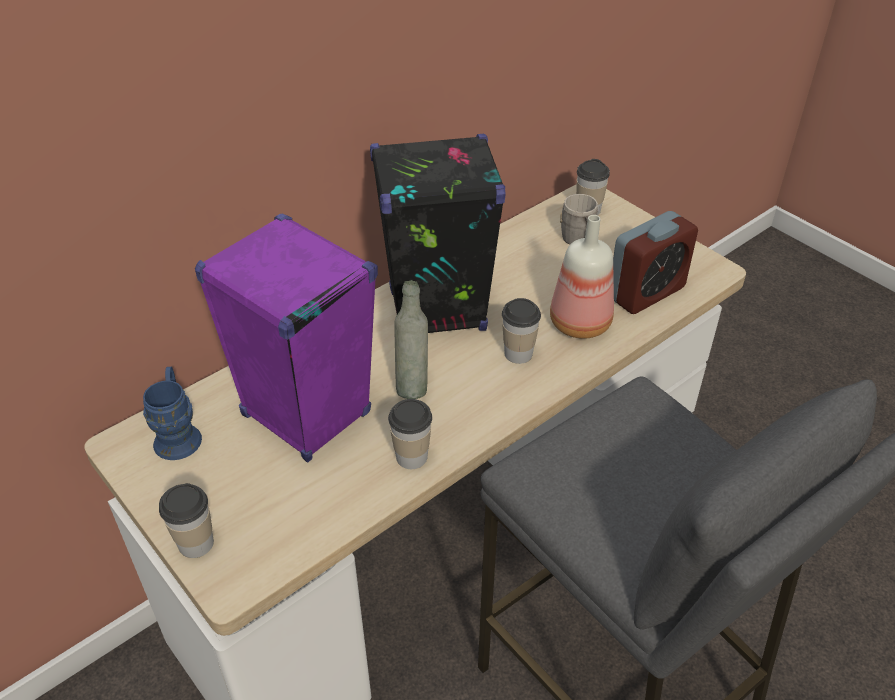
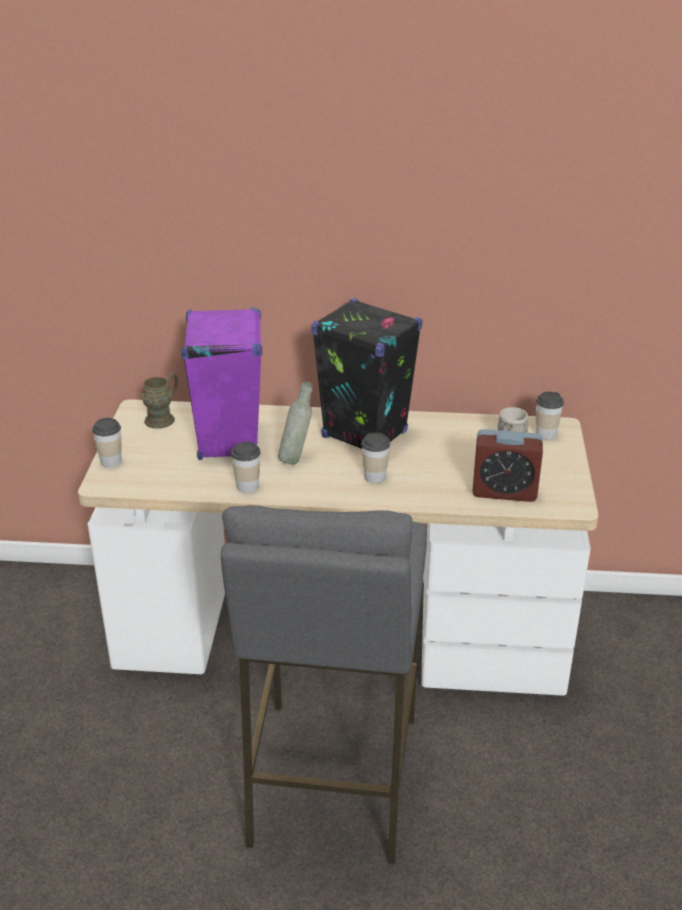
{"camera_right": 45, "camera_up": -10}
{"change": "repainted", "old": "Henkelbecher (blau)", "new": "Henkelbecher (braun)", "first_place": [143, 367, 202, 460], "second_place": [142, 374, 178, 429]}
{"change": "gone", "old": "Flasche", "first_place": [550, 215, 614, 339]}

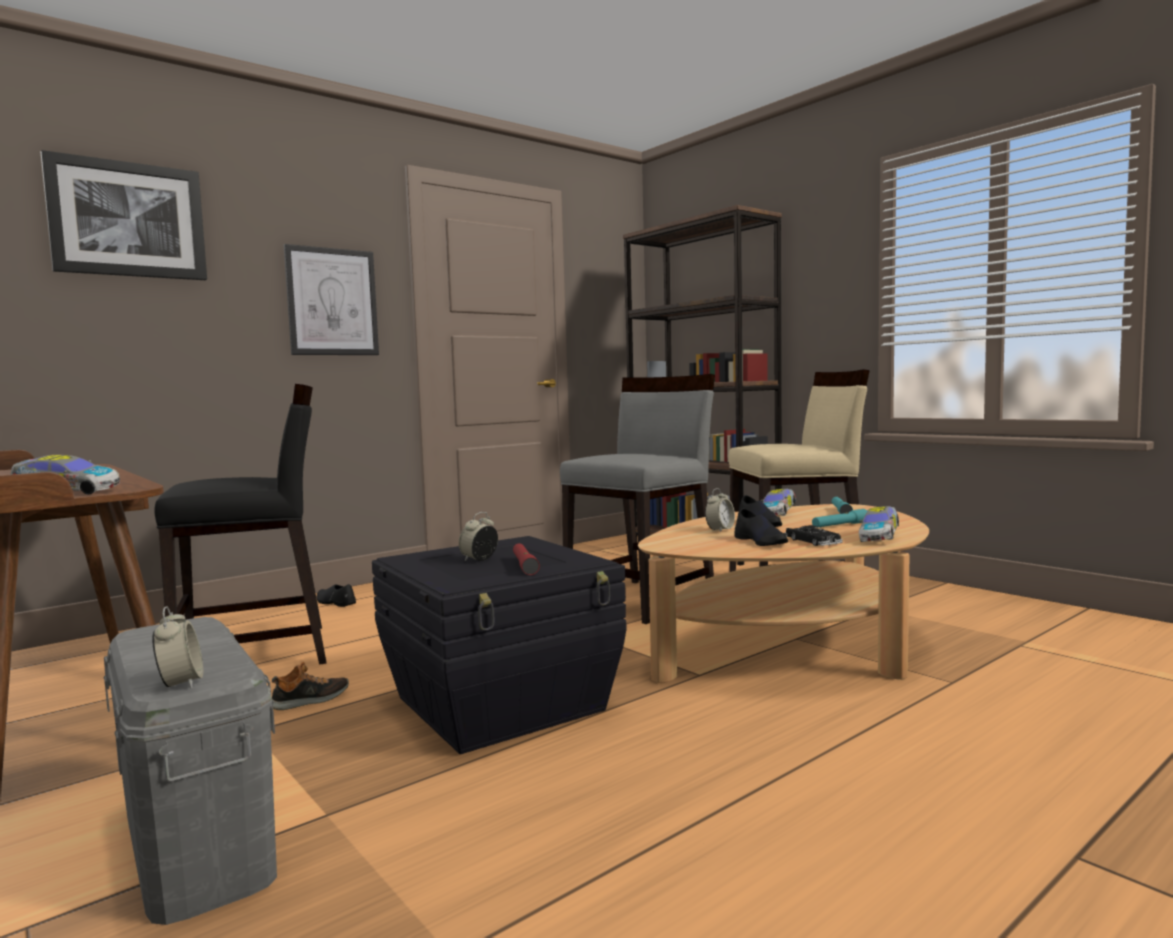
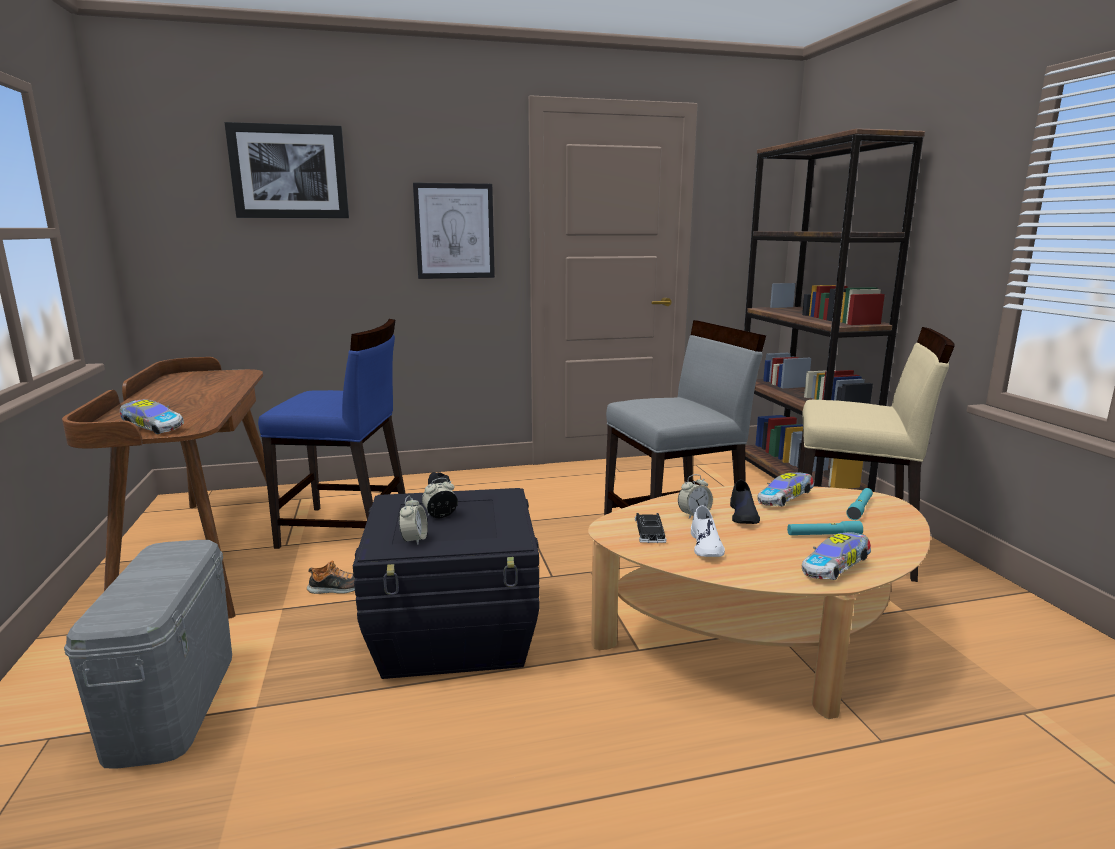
{"camera_right": 25, "camera_up": 10}
{"change": "shifted", "old": "Wecker", "first_place": [152, 606, 203, 689], "second_place": [399, 495, 428, 545]}
{"change": "repainted", "old": "Stuhl (schwarz)", "new": "Stuhl (blau)", "first_place": [154, 384, 327, 665], "second_place": [258, 319, 406, 549]}
{"change": "gone", "old": "Taschenlampe (rot)", "first_place": [513, 543, 540, 575]}
{"change": "repainted", "old": "Schuh (schwarz)", "new": "Schuh (weiß)", "first_place": [734, 508, 788, 546], "second_place": [691, 505, 725, 557]}
{"change": "shifted", "old": "Spielzeugauto (schwarz)", "first_place": [785, 525, 843, 546], "second_place": [635, 513, 667, 543]}

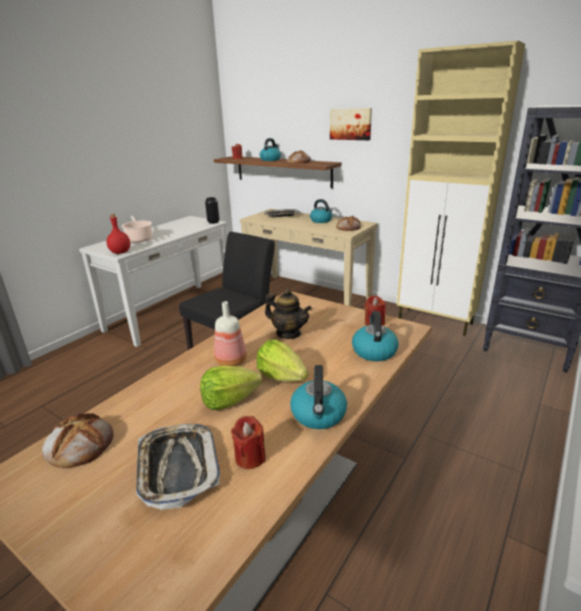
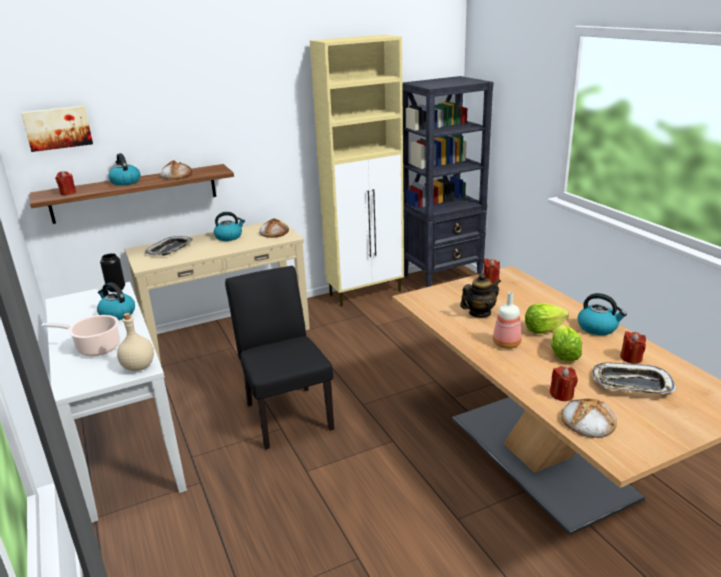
{"camera_right": -60, "camera_up": 0}
{"change": "repainted", "old": "Flasche (rot)", "new": "Flasche (beige)", "first_place": [106, 214, 130, 254], "second_place": [117, 313, 154, 371]}
{"change": "shifted", "old": "Bild", "first_place": [330, 108, 372, 140], "second_place": [21, 106, 93, 152]}
{"change": "shifted", "old": "Wasserkessel", "first_place": [352, 311, 398, 361], "second_place": [97, 282, 135, 320]}
{"change": "new", "new": "Kerze (rot)", "second_place": [550, 366, 578, 401]}

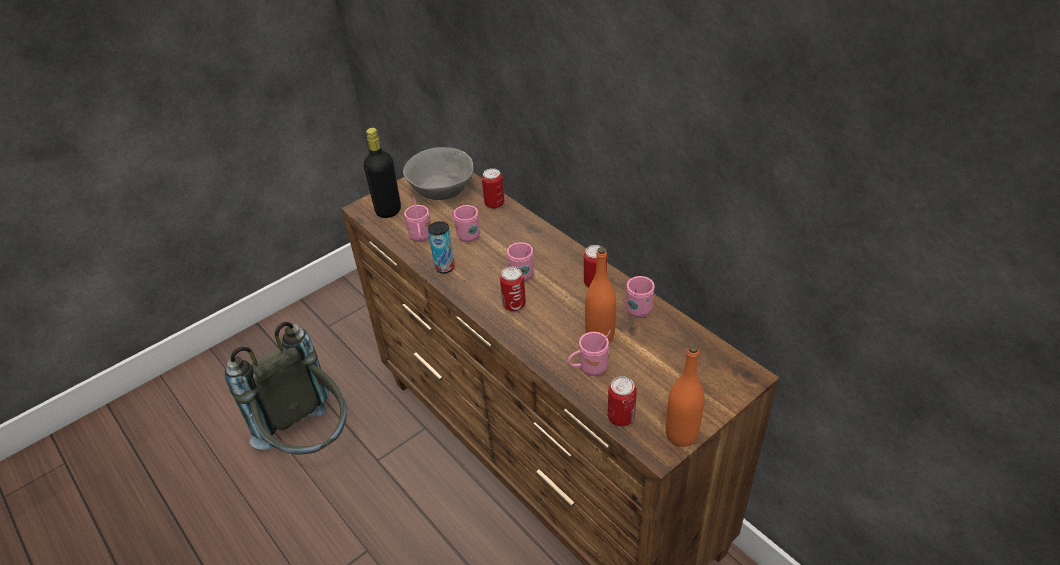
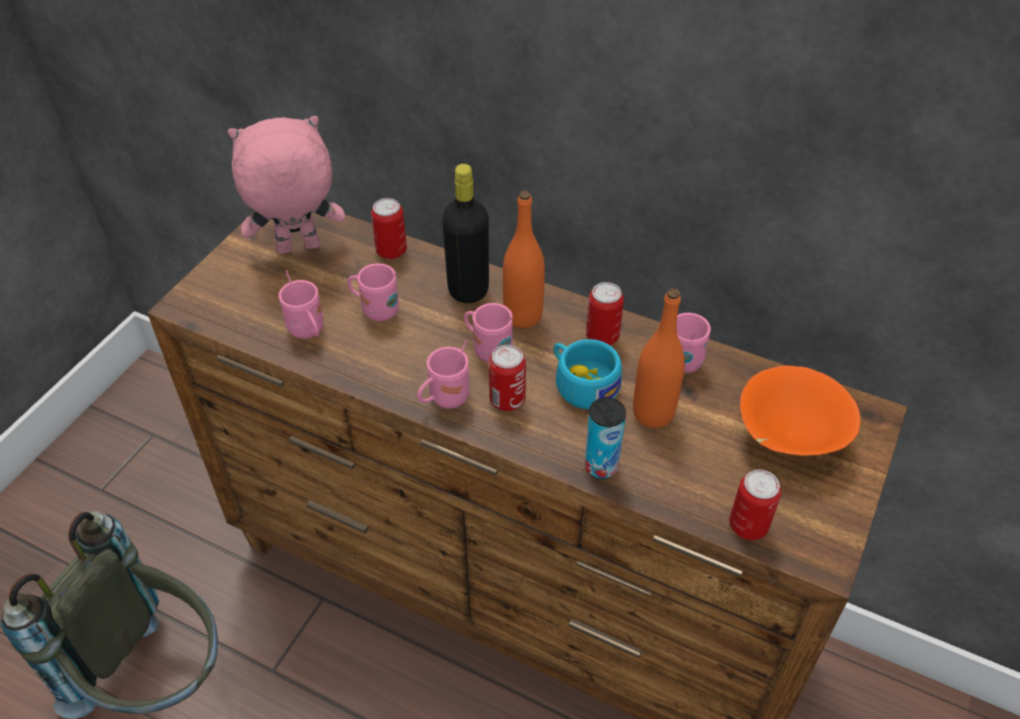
{"camera_right": -25, "camera_up": 5}
{"change": "shifted", "old": "Flasche (schwarz)", "first_place": [364, 128, 401, 218], "second_place": [442, 164, 489, 303]}
{"change": "swapped", "old": "Schüssel (grau)", "new": "Plüschtier (rosa)", "first_place": [403, 147, 473, 200], "second_place": [228, 116, 345, 254]}
{"change": "shifted", "old": "Dose", "first_place": [428, 221, 455, 273], "second_place": [584, 398, 626, 479]}
{"change": "shifted", "old": "Henkelbecher (rosa)", "first_place": [568, 330, 611, 376], "second_place": [417, 340, 470, 408]}
{"change": "shifted", "old": "Flasche (orange)", "first_place": [666, 345, 704, 447], "second_place": [503, 191, 545, 328]}
{"change": "new", "new": "Tasse (türkis)", "second_place": [554, 339, 622, 409]}
{"change": "new", "new": "Schüssel (orange)", "second_place": [740, 366, 860, 456]}

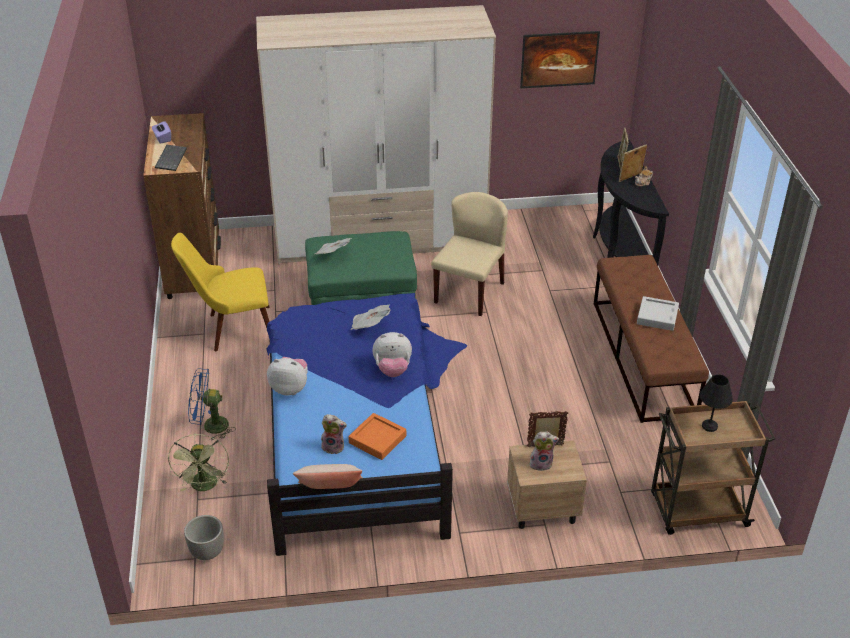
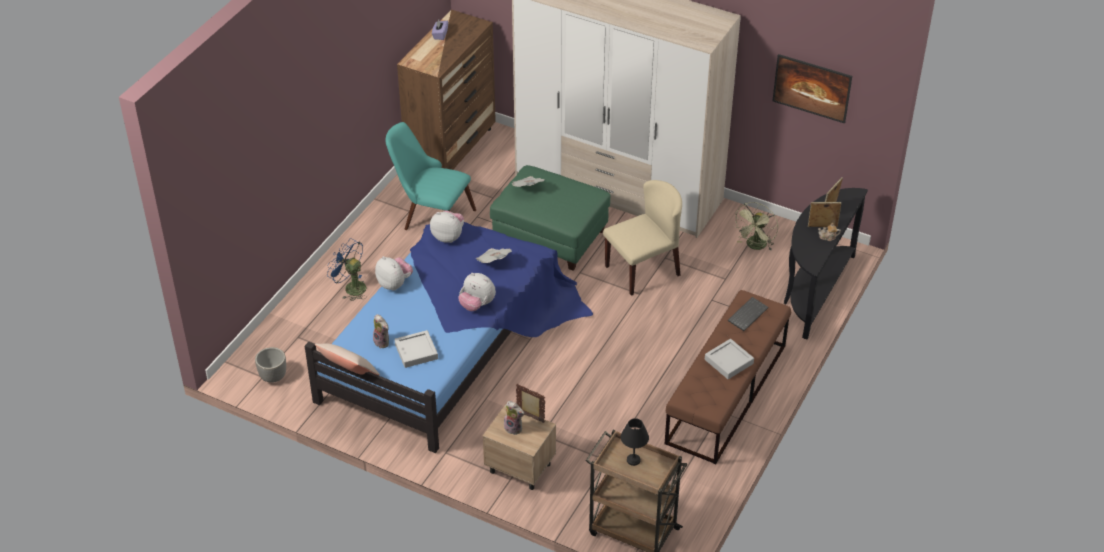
{"camera_right": 35, "camera_up": 5}
{"change": "shifted", "old": "Tastatur", "first_place": [155, 145, 187, 171], "second_place": [728, 297, 768, 331]}
{"change": "shifted", "old": "Ventilator (grün)", "first_place": [168, 434, 229, 491], "second_place": [733, 202, 778, 251]}
{"change": "repainted", "old": "Stuhl (gelb)", "new": "Stuhl (türkis)", "first_place": [171, 233, 270, 351], "second_place": [385, 122, 476, 230]}
{"change": "repainted", "old": "Tablett (orange)", "new": "Tablett (grau)", "first_place": [348, 413, 406, 460], "second_place": [394, 330, 438, 368]}
{"change": "new", "new": "Plüschtier", "second_place": [430, 210, 464, 243]}

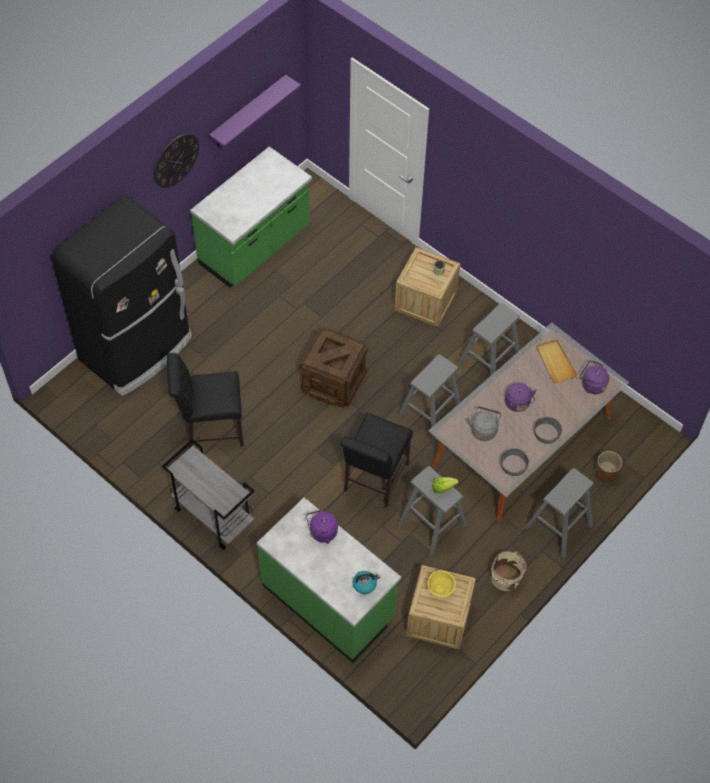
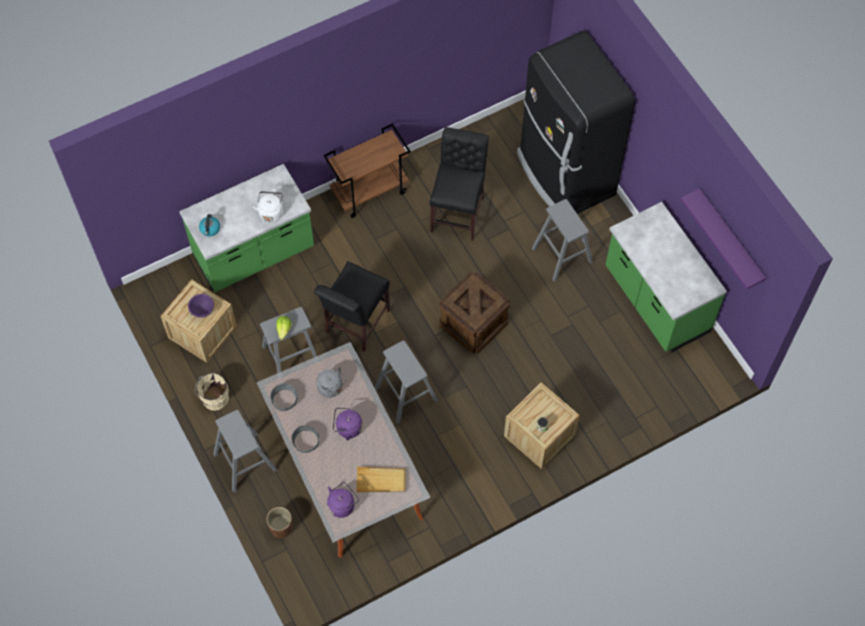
{"camera_right": 110, "camera_up": 5}
{"change": "gone", "old": "Wanduhr", "first_place": [153, 134, 199, 188]}
{"change": "repainted", "old": "Rollwagen (grau)", "new": "Rollwagen (braun)", "first_place": [162, 439, 255, 550], "second_place": [323, 123, 411, 218]}
{"change": "repainted", "old": "Wasserkessel (lila)", "new": "Wasserkessel (weiß)", "first_place": [306, 510, 338, 544], "second_place": [252, 191, 283, 223]}
{"change": "rotated", "old": "Stuhl (schwarz)", "first_place": [340, 413, 413, 508], "second_place": [314, 261, 390, 352], "degrees": -105}
{"change": "repainted", "old": "Schüssel (gelb)", "new": "Schüssel (lila)", "first_place": [427, 570, 456, 598], "second_place": [188, 294, 214, 318]}
{"change": "shifted", "old": "Hocker (grau)", "first_place": [458, 303, 520, 375], "second_place": [532, 199, 593, 282]}

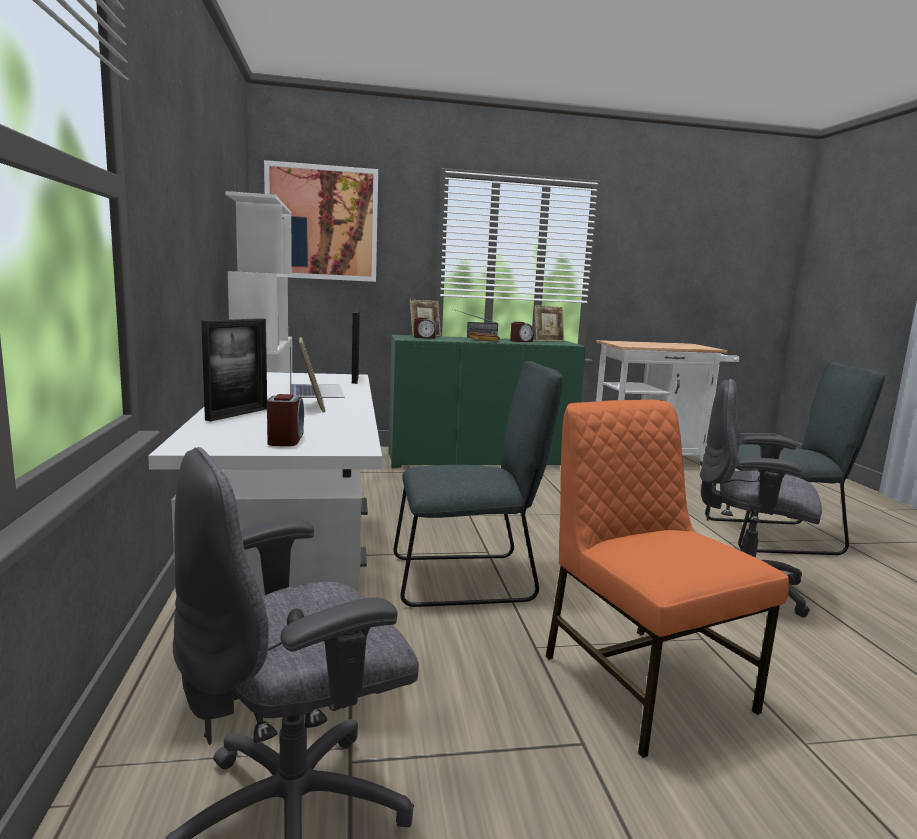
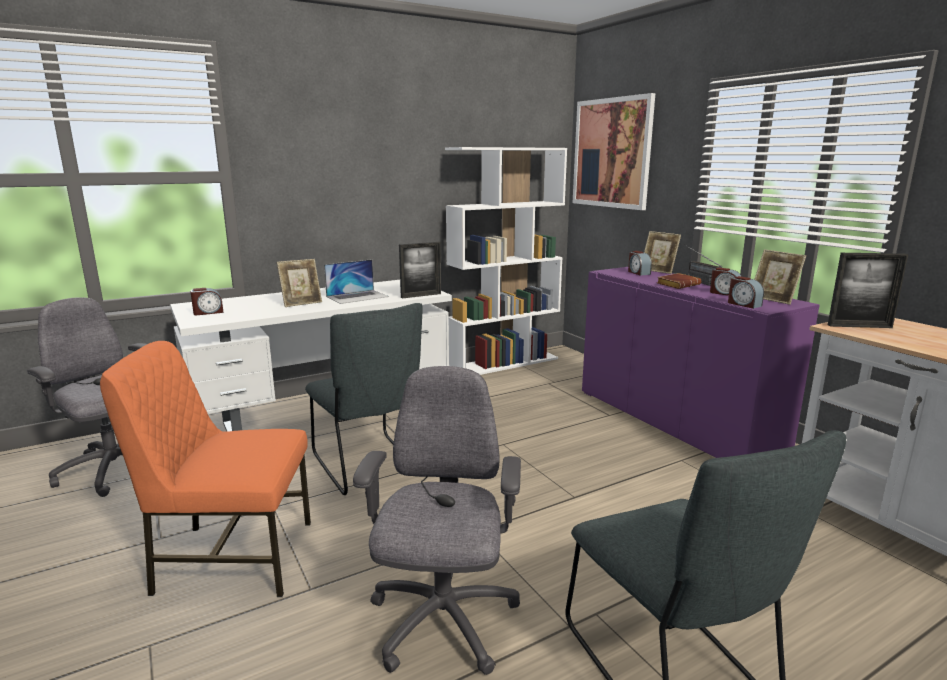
{"camera_right": 70, "camera_up": 5}
{"change": "shifted", "old": "Bilderrahmen", "first_place": [201, 318, 267, 421], "second_place": [828, 253, 908, 328]}
{"change": "repainted", "old": "Schrank (grün)", "new": "Schrank (lila)", "first_place": [388, 335, 586, 468], "second_place": [582, 267, 820, 458]}
{"change": "rotated", "old": "Stuhl (orange)", "first_place": [545, 400, 789, 758], "second_place": [100, 341, 311, 597], "degrees": -135}
{"change": "new", "new": "Wecker", "second_place": [728, 276, 764, 309]}

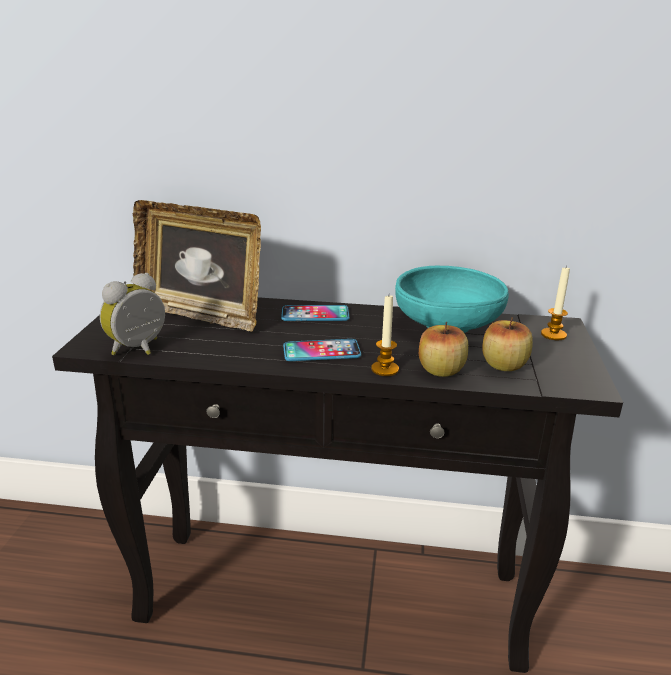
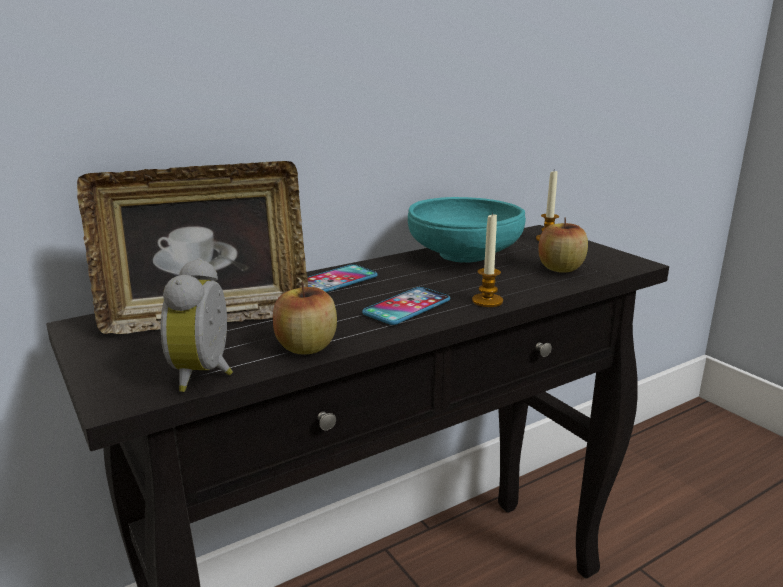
{"camera_right": -40, "camera_up": -5}
{"change": "shifted", "old": "Apfel", "first_place": [419, 322, 468, 377], "second_place": [273, 282, 337, 355]}

